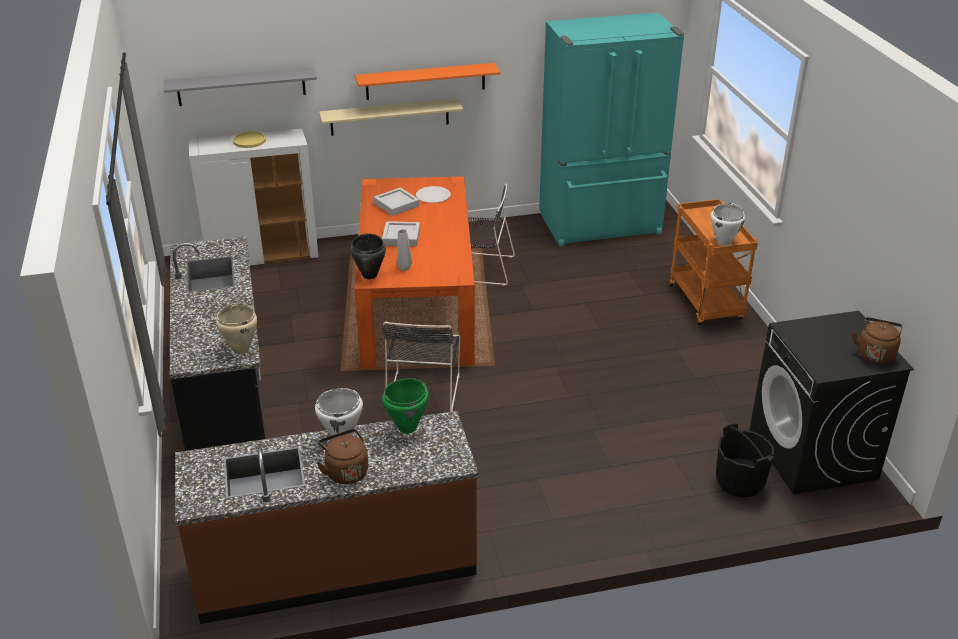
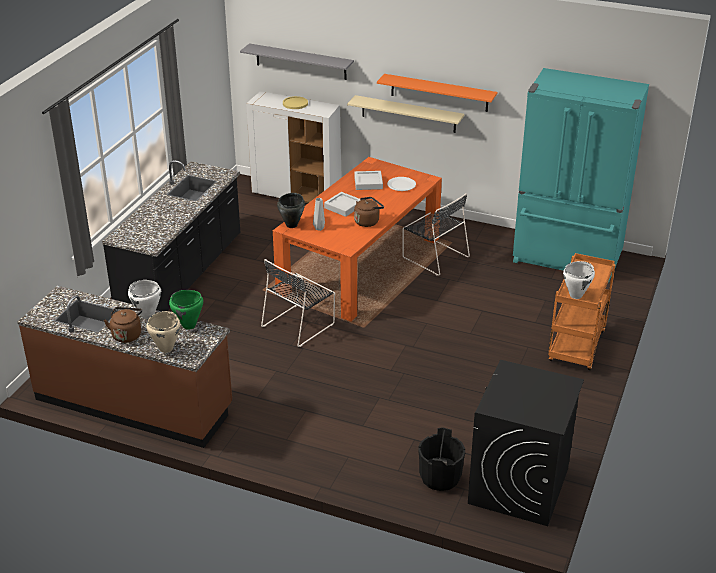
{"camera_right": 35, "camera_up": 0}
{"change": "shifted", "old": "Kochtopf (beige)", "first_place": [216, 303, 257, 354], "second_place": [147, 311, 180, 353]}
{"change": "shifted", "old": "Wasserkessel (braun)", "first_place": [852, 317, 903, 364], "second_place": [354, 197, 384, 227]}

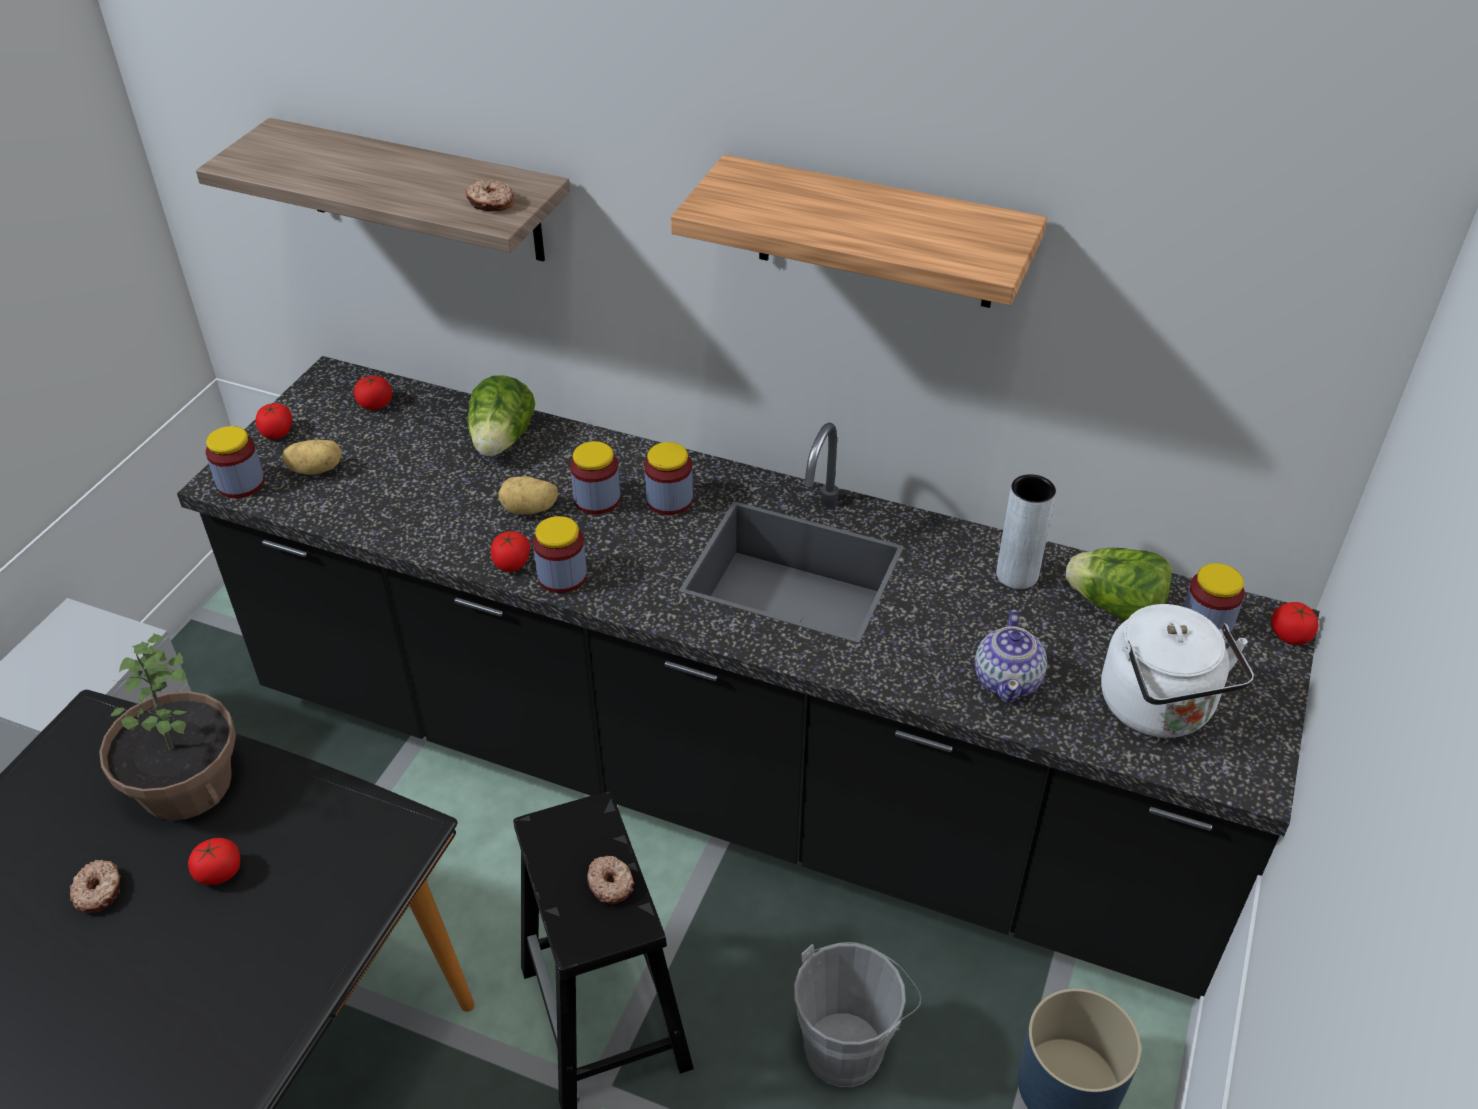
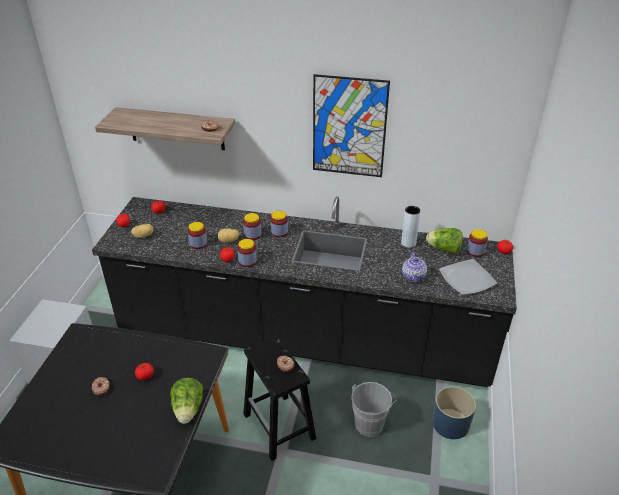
{"camera_right": -10, "camera_up": -5}
{"change": "gone", "old": "Topfpflanze", "first_place": [99, 634, 236, 820]}
{"change": "shifted", "old": "Vorratsglas", "first_place": [206, 426, 265, 498], "second_place": [188, 222, 207, 249]}
{"change": "shifted", "old": "Salatkopf", "first_place": [467, 375, 535, 456], "second_place": [170, 378, 203, 424]}
{"change": "swapped", "old": "Wandregal", "new": "Bild", "first_place": [671, 155, 1047, 308], "second_place": [313, 74, 390, 177]}
{"change": "swapped", "old": "Wasserkessel (weiß)", "new": "Teller", "first_place": [1101, 604, 1254, 738], "second_place": [439, 259, 497, 295]}

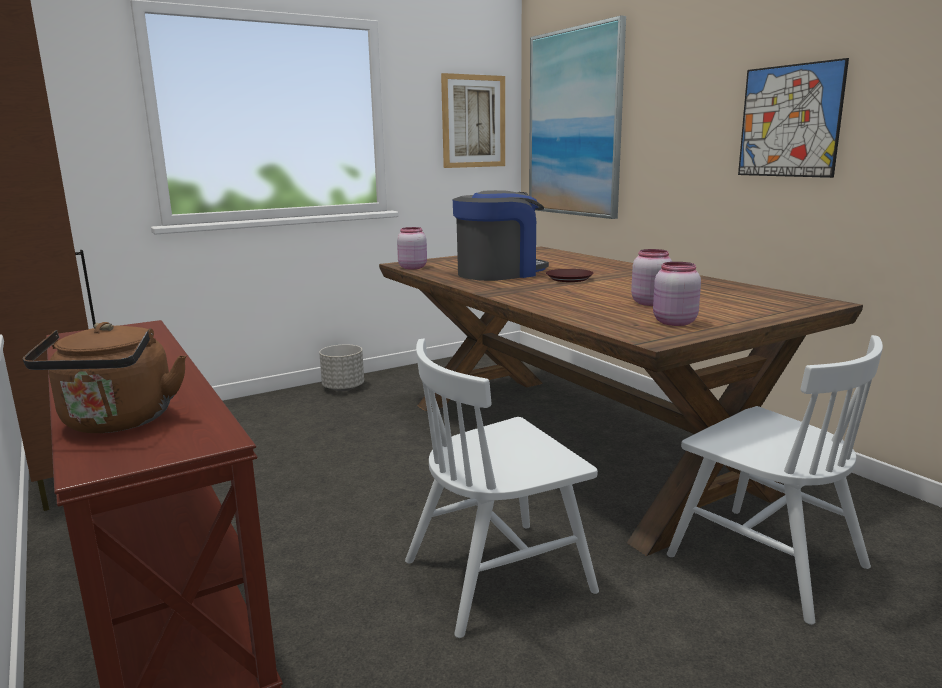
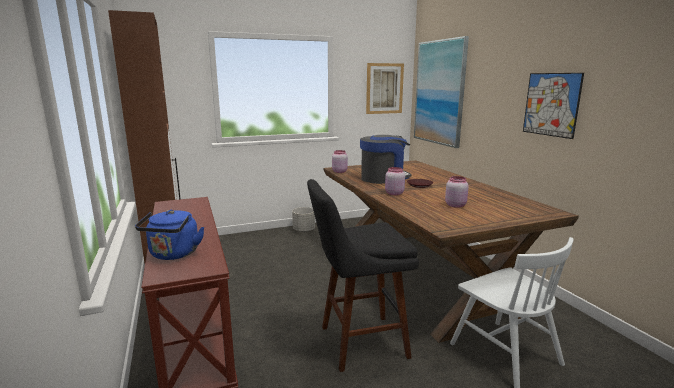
{"camera_right": 10, "camera_up": 0}
{"change": "repainted", "old": "Wasserkessel (braun)", "new": "Wasserkessel (blau)", "first_place": [23, 322, 186, 433], "second_place": [135, 210, 205, 260]}
{"change": "swapped", "old": "Stuhl (weiß)", "new": "Hocker (schwarz)", "first_place": [405, 339, 599, 638], "second_place": [307, 179, 419, 372]}
{"change": "shifted", "old": "Vorratsglas (rosa)", "first_place": [653, 262, 701, 326], "second_place": [385, 167, 405, 195]}

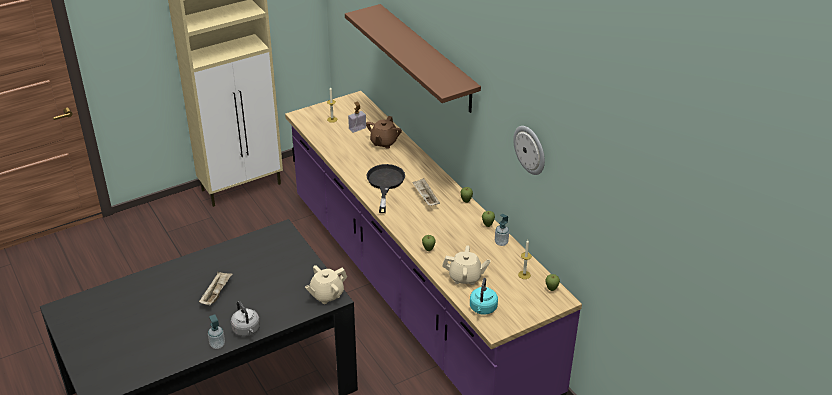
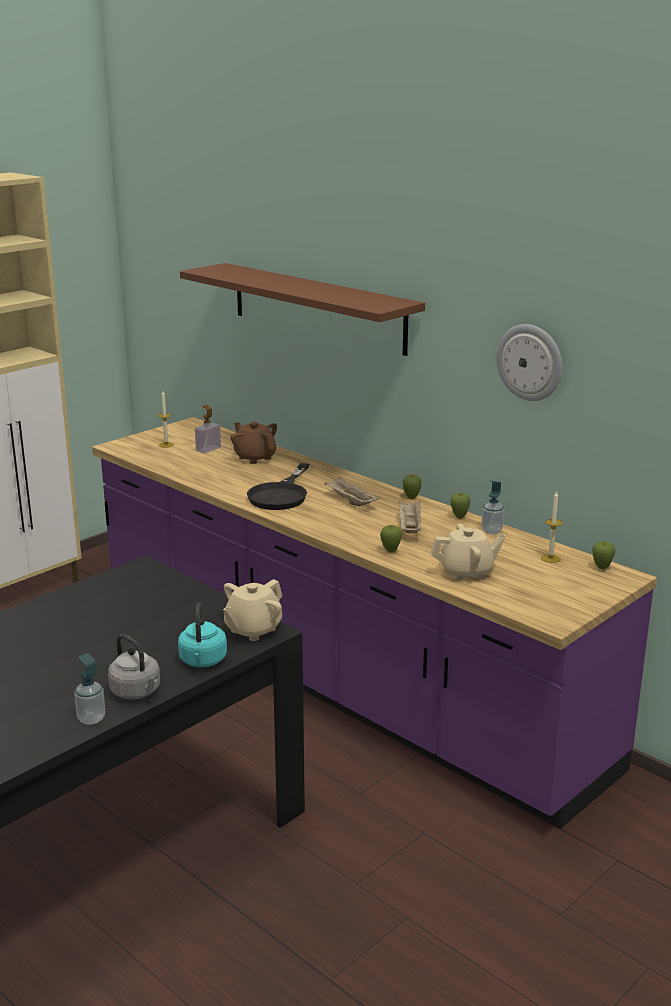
{"camera_right": -15, "camera_up": -15}
{"change": "shifted", "old": "Tablett (beige)", "first_place": [199, 272, 232, 305], "second_place": [399, 502, 421, 533]}
{"change": "rotated", "old": "Teekanne (braun)", "first_place": [366, 116, 402, 149], "second_place": [230, 422, 277, 464], "degrees": 135}
{"change": "rotated", "old": "Pfanne (schwarz)", "first_place": [367, 164, 405, 213], "second_place": [247, 463, 309, 510], "degrees": -150}
{"change": "shifted", "old": "Wasserkessel (türkis)", "first_place": [470, 278, 498, 315], "second_place": [178, 603, 227, 667]}

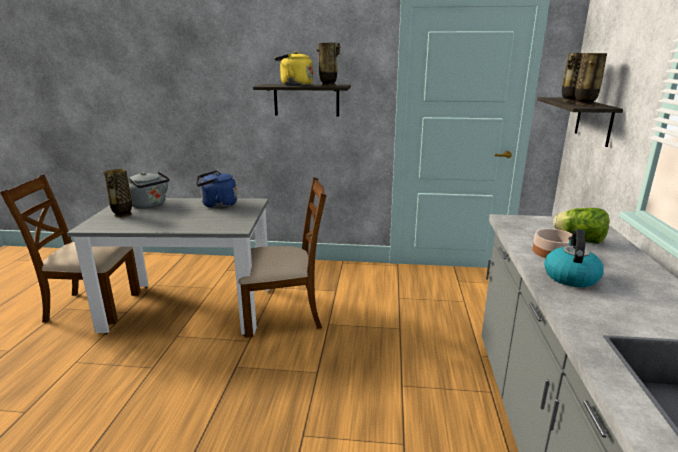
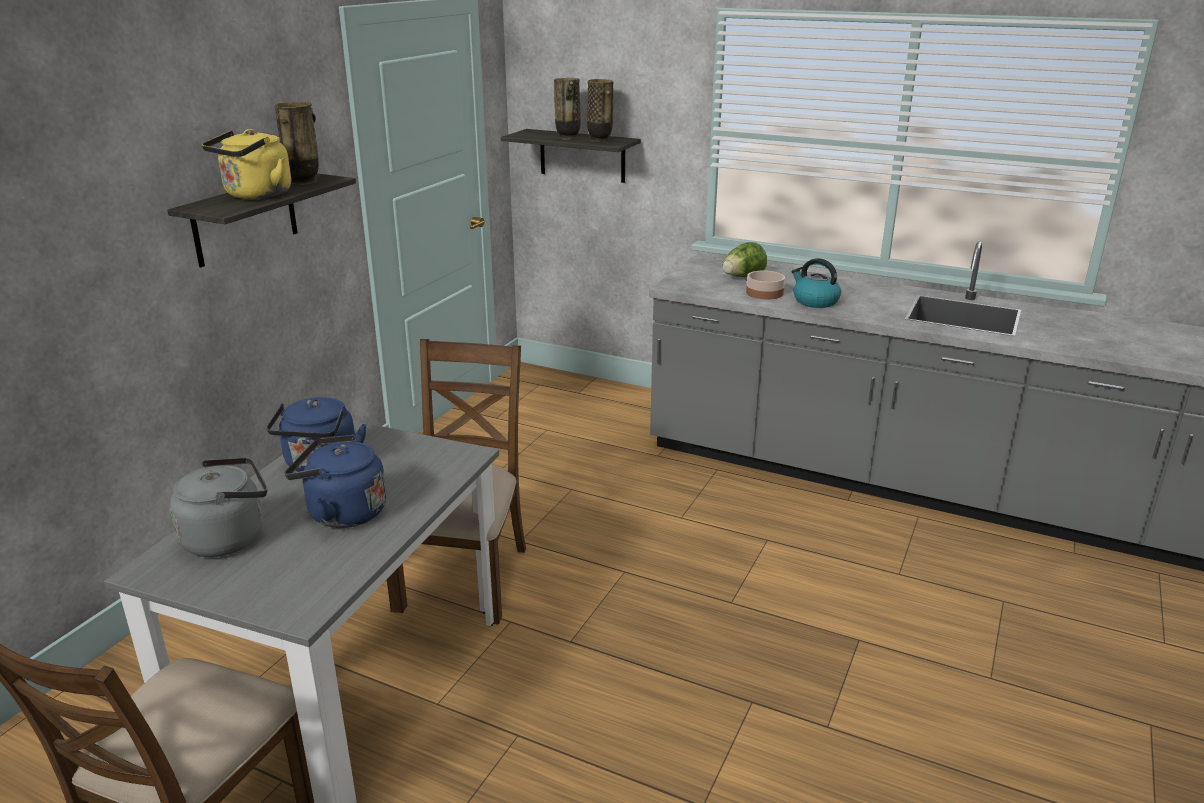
{"camera_right": -70, "camera_up": 5}
{"change": "gone", "old": "Vase", "first_place": [104, 169, 132, 218]}
{"change": "new", "new": "Wasserkessel (blau)", "second_place": [285, 434, 386, 528]}

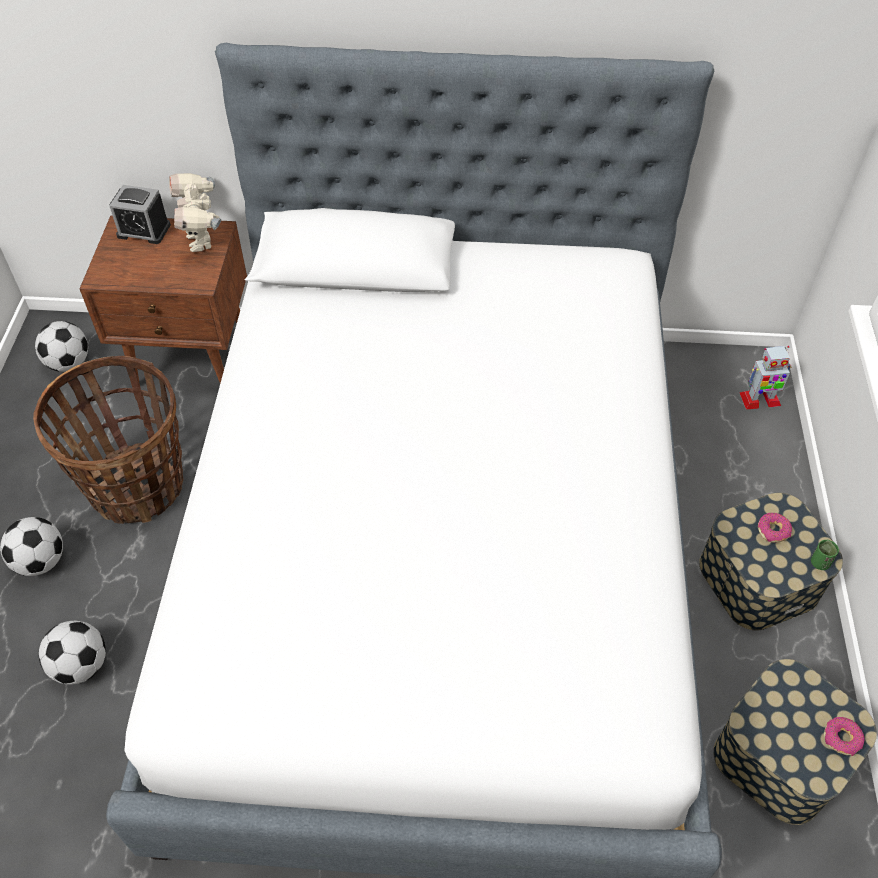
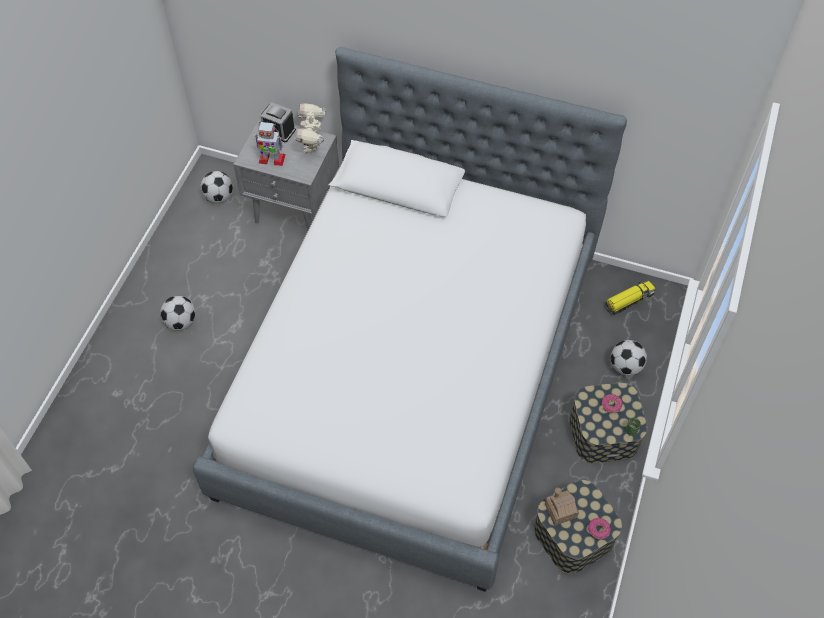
{"camera_right": 15, "camera_up": 5}
{"change": "gone", "old": "Korb", "first_place": [33, 356, 183, 524]}
{"change": "shifted", "old": "Fußball", "first_place": [39, 621, 106, 685], "second_place": [611, 340, 647, 376]}
{"change": "repainted", "old": "Nachttisch (braun)", "new": "Nachttisch (grau)", "first_place": [80, 216, 247, 384], "second_place": [233, 117, 339, 230]}
{"change": "shifted", "old": "Spielzeugroboter", "first_place": [740, 346, 791, 409], "second_place": [255, 122, 286, 166]}
{"change": "new", "new": "Spielzeughaus", "second_place": [545, 488, 579, 526]}
{"change": "new", "new": "Spielzeuglaster", "second_place": [604, 281, 655, 315]}

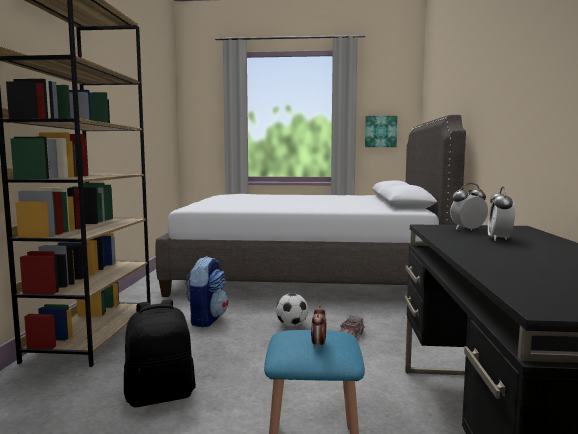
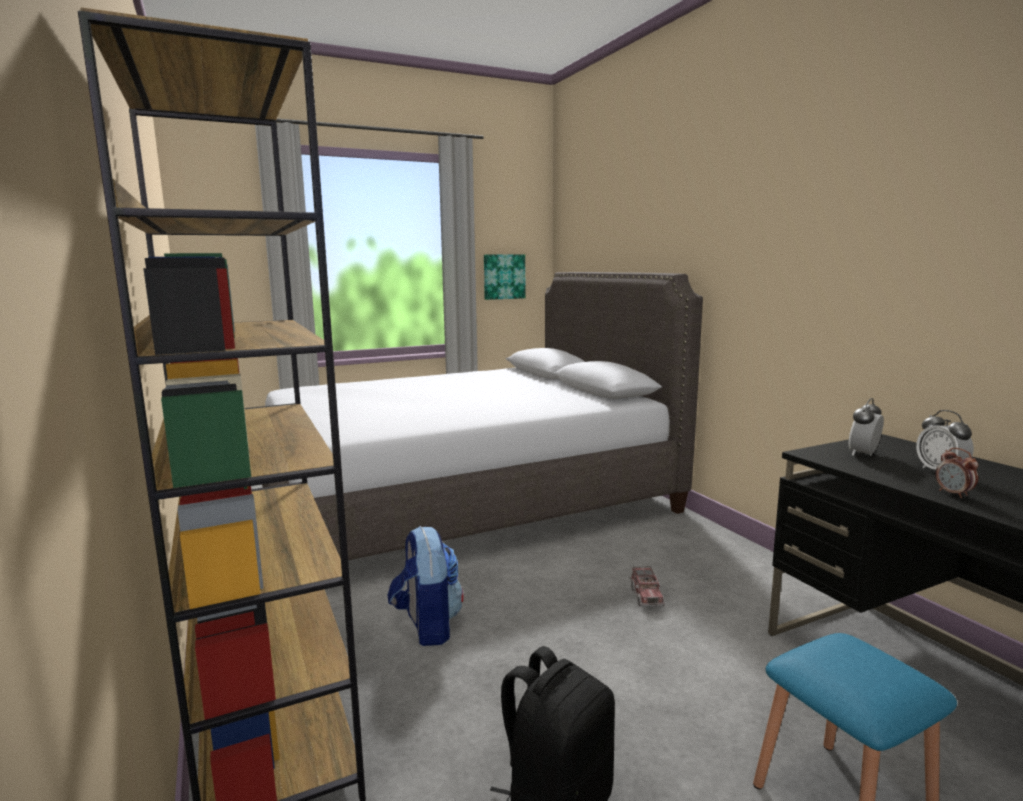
{"camera_right": -30, "camera_up": 5}
{"change": "gone", "old": "Fußball", "first_place": [276, 293, 308, 326]}
{"change": "shifted", "old": "Wecker", "first_place": [311, 305, 326, 349], "second_place": [935, 448, 978, 498]}

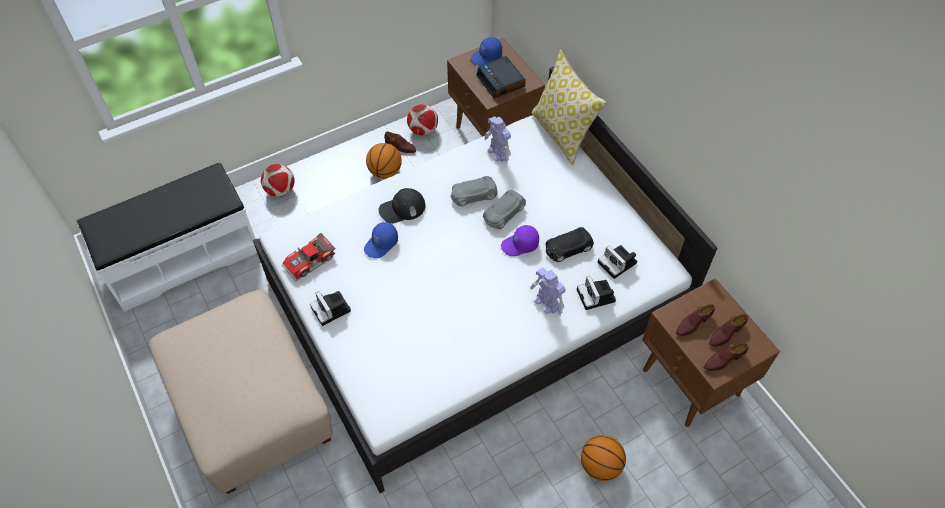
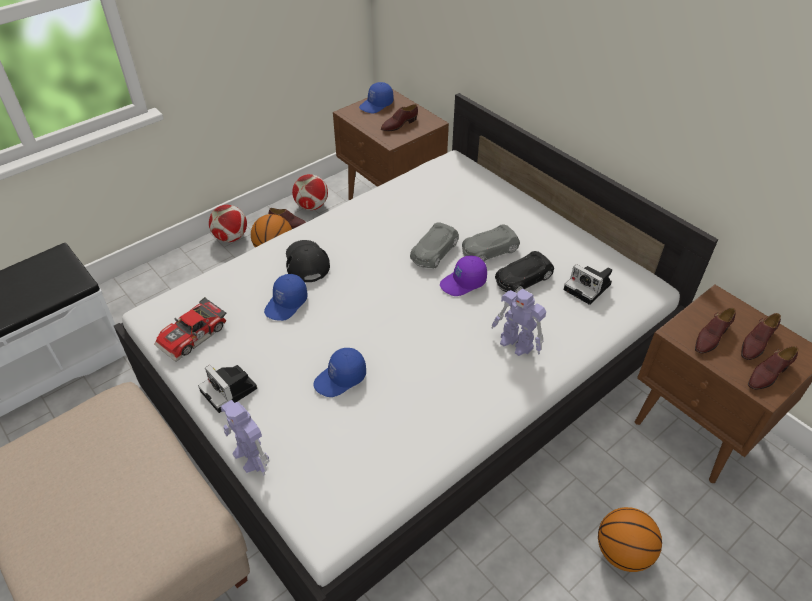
{"camera_right": -10, "camera_up": -10}
{"change": "shifted", "old": "Fußball", "first_place": [261, 164, 295, 197], "second_place": [209, 205, 247, 242]}
{"change": "rotated", "old": "Kappe (schwarz)", "first_place": [378, 188, 425, 224], "second_place": [286, 240, 330, 282], "degrees": 105}
{"change": "shifted", "old": "Spielzeugauto (grau)", "first_place": [450, 176, 497, 206], "second_place": [462, 225, 520, 261]}
{"change": "swapped", "old": "Wecker", "new": "Schuh (braun)", "first_place": [476, 56, 526, 99], "second_place": [381, 104, 418, 132]}
{"change": "shifted", "old": "Spielzeugroboter", "first_place": [484, 117, 511, 163], "second_place": [220, 400, 269, 475]}
{"change": "gone", "old": "Kissen", "first_place": [531, 49, 607, 165]}
{"change": "gone", "old": "Kamera", "first_place": [577, 276, 616, 310]}
{"change": "new", "new": "Kappe (blau)", "second_place": [313, 348, 366, 397]}

